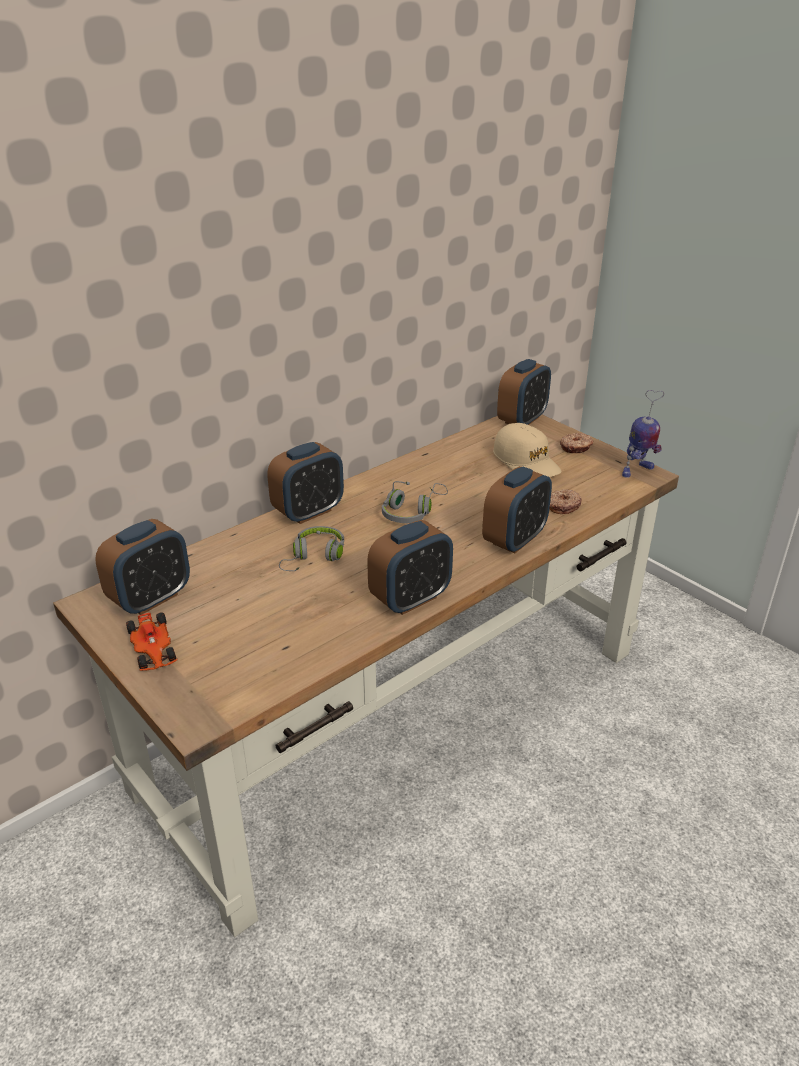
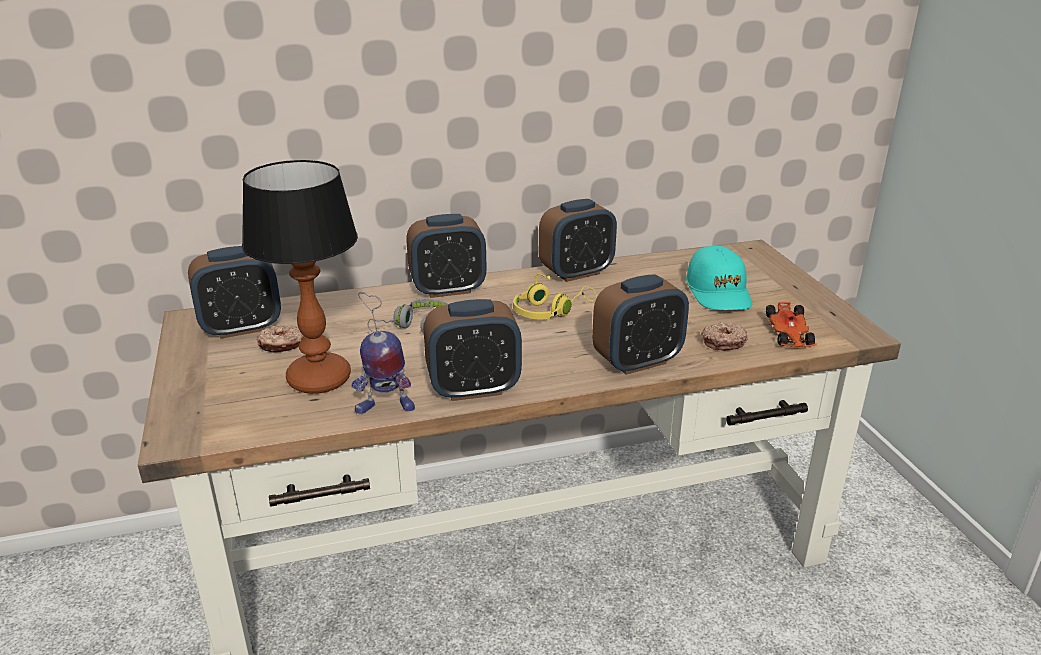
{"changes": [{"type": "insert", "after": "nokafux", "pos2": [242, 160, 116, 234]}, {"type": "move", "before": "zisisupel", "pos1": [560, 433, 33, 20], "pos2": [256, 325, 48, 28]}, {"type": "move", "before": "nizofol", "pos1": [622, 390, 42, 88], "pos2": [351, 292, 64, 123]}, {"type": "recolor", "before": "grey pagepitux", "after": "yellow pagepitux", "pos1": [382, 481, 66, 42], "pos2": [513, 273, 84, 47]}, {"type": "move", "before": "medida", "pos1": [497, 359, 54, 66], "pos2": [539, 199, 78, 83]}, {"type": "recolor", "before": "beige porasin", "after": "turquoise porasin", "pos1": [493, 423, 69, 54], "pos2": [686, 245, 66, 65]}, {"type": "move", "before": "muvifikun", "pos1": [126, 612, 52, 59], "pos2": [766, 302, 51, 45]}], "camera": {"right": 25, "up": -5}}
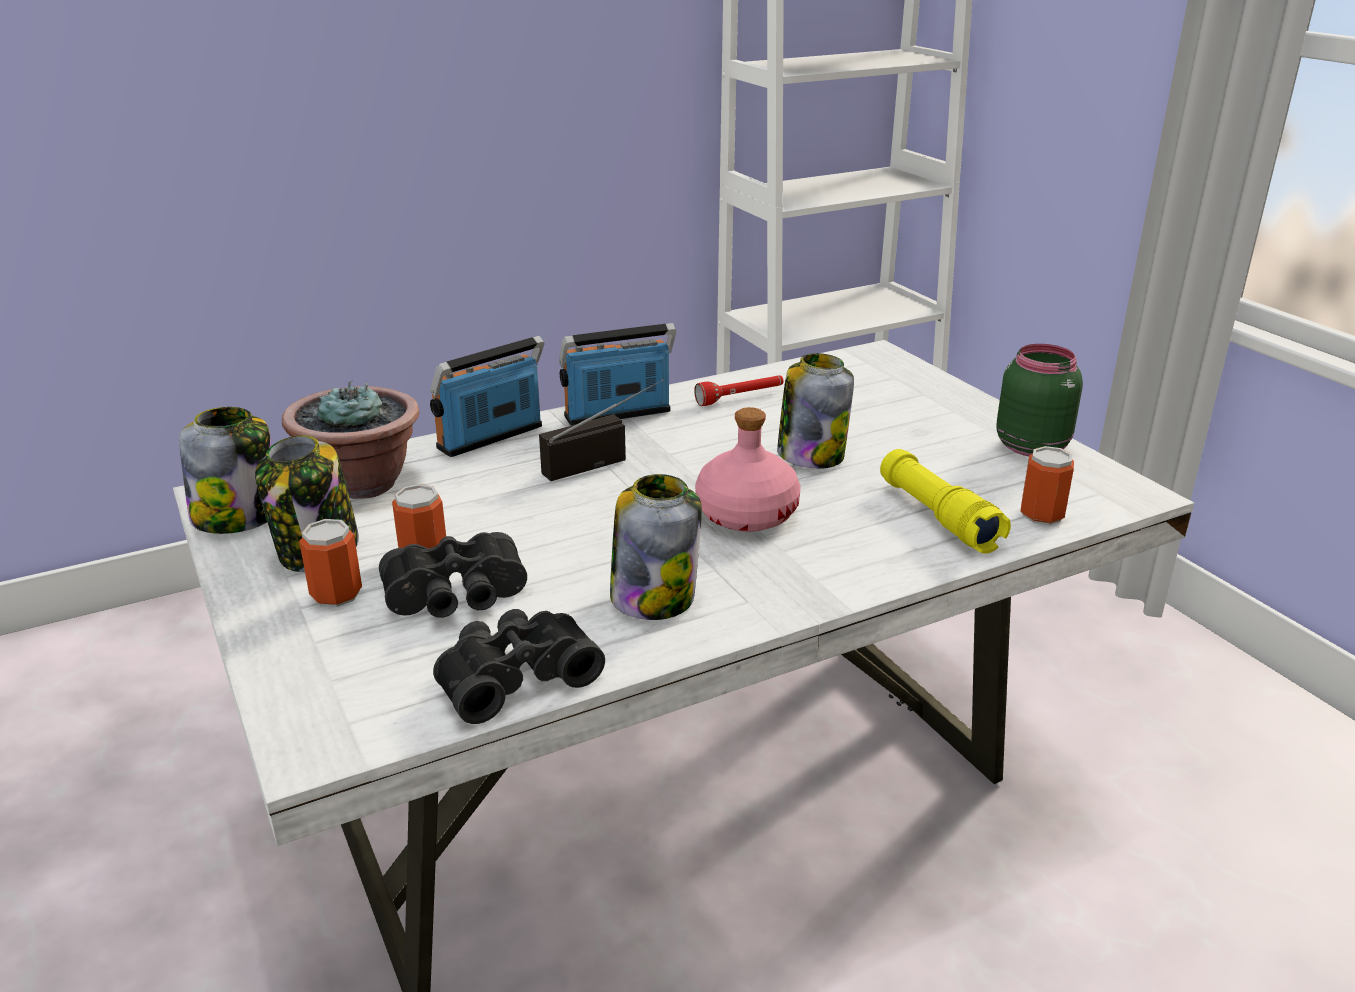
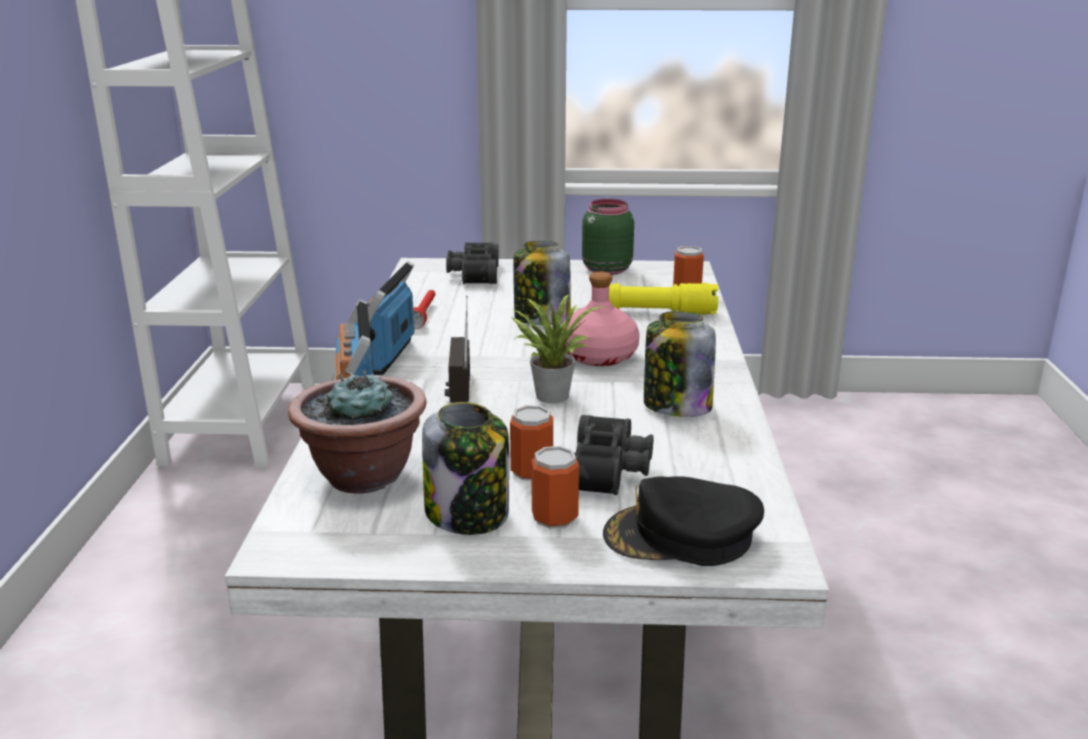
{"changes": [{"type": "move", "before": "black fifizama", "pos1": [433, 609, 172, 115], "pos2": [446, 242, 52, 42]}, {"type": "insert", "after": "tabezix", "pos2": [512, 294, 91, 109]}, {"type": "insert", "after": "black porasin", "pos2": [603, 476, 161, 90]}, {"type": "delete", "before": "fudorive", "pos1": [179, 407, 92, 127]}], "camera": {"right": -60, "up": -5}}
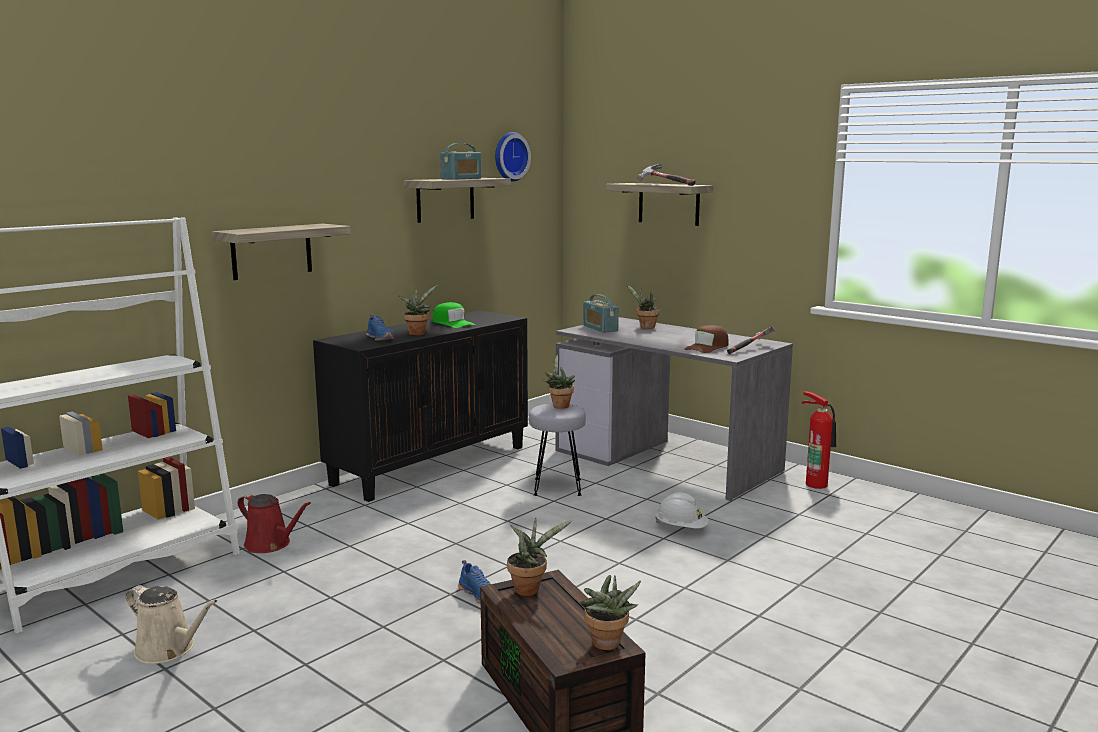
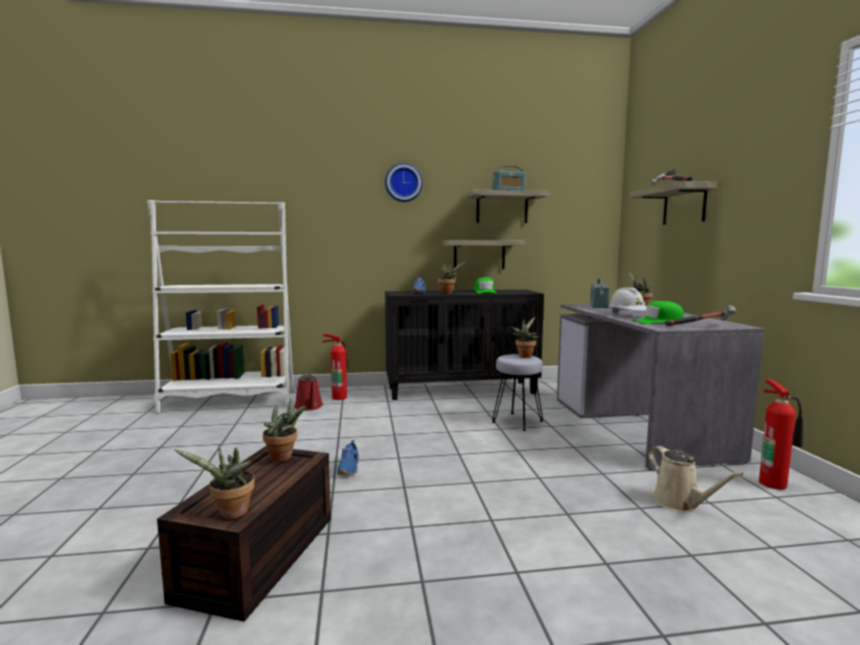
{"changes": [{"type": "insert", "after": "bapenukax", "pos2": [322, 334, 27, 66]}, {"type": "move", "before": "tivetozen", "pos1": [495, 132, 36, 50], "pos2": [385, 163, 38, 39]}, {"type": "move", "before": "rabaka", "pos1": [212, 224, 139, 56], "pos2": [443, 240, 81, 29]}, {"type": "move", "before": "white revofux", "pos1": [655, 492, 54, 36], "pos2": [609, 287, 38, 26]}, {"type": "recolor", "before": "brown porasin", "after": "green porasin", "pos1": [685, 325, 43, 28], "pos2": [632, 301, 52, 23]}, {"type": "move", "before": "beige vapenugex", "pos1": [126, 585, 92, 79], "pos2": [648, 446, 96, 66]}], "camera": {"right": 40, "up": -5}}
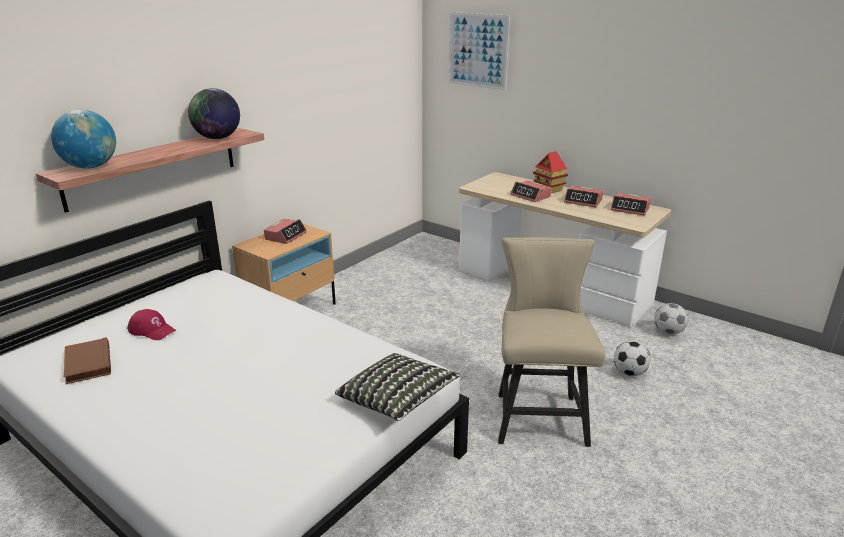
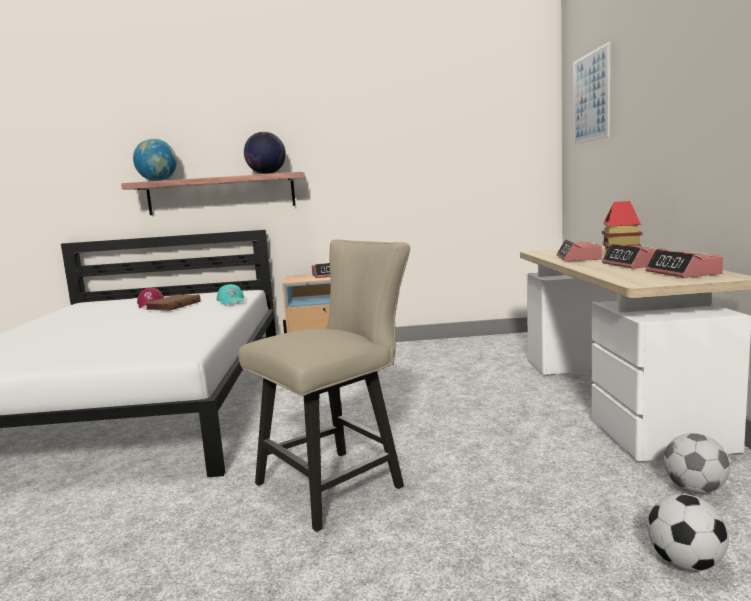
{"changes": [{"type": "move", "before": "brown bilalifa", "pos1": [64, 337, 47, 47], "pos2": [145, 295, 56, 16]}, {"type": "insert", "after": "turquoise porasin", "pos2": [217, 284, 27, 21]}, {"type": "move", "before": "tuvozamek", "pos1": [614, 341, 37, 35], "pos2": [647, 494, 82, 77]}, {"type": "delete", "before": "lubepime", "pos1": [335, 353, 125, 68]}], "camera": {"right": 50, "up": -15}}
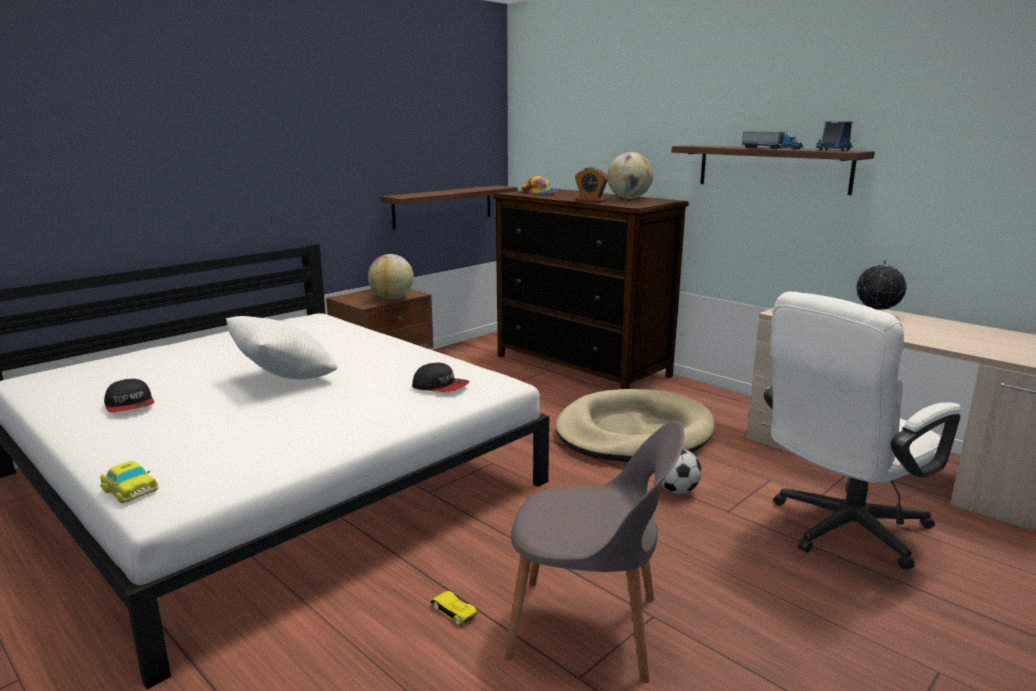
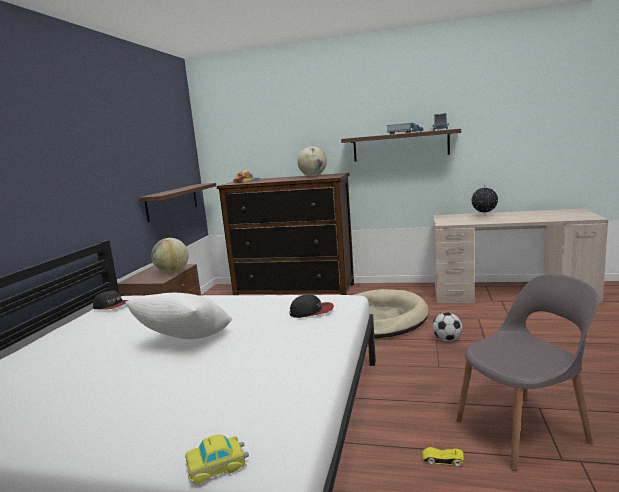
{"changes": [{"type": "move", "before": "porasin", "pos1": [104, 379, 50, 33], "pos2": [93, 291, 36, 19]}, {"type": "rotate", "before": "muvifikun", "pos1": [100, 461, 58, 42], "pos2": [185, 434, 64, 51], "turn": 150}, {"type": "delete", "before": "medida", "pos1": [575, 167, 33, 36]}, {"type": "delete", "before": "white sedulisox", "pos1": [764, 292, 197, 277]}], "camera": {"right": -30, "up": -5}}
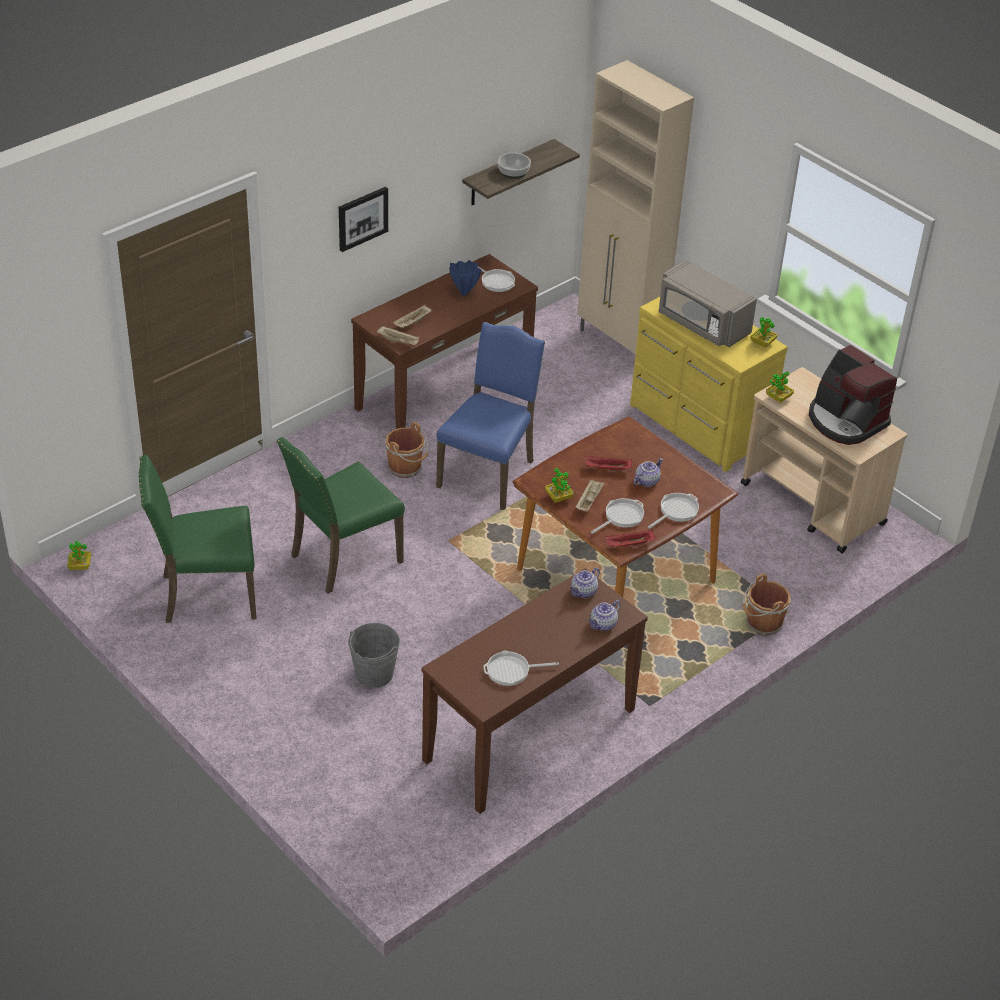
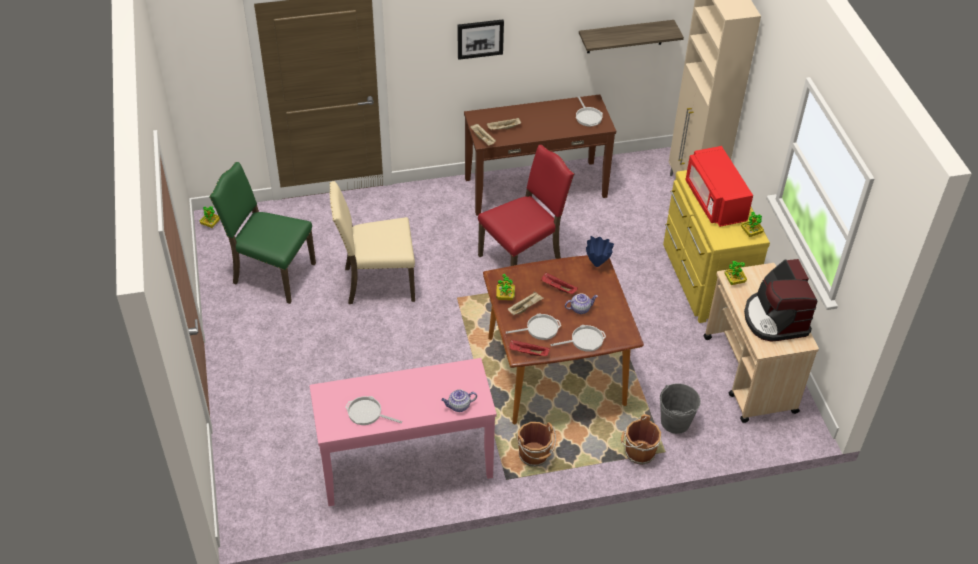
{"changes": [{"type": "recolor", "before": "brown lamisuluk", "after": "pink lamisuluk", "pos1": [421, 568, 227, 246], "pos2": [309, 358, 188, 148]}, {"type": "recolor", "before": "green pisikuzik", "after": "beige pisikuzik", "pos1": [276, 437, 129, 156], "pos2": [330, 181, 85, 123]}, {"type": "recolor", "before": "blue pisikuzik", "after": "red pisikuzik", "pos1": [436, 322, 109, 188], "pos2": [478, 145, 96, 121]}, {"type": "move", "before": "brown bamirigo", "pos1": [385, 422, 44, 56], "pos2": [517, 422, 39, 45]}, {"type": "move", "before": "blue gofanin", "pos1": [449, 260, 32, 36], "pos2": [586, 236, 28, 31]}, {"type": "move", "before": "grey bamirigo", "pos1": [348, 623, 52, 65], "pos2": [660, 383, 41, 51]}, {"type": "recolor", "before": "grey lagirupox", "after": "red lagirupox", "pos1": [659, 260, 98, 87], "pos2": [686, 146, 67, 81]}, {"type": "delete", "before": "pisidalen", "pos1": [497, 153, 34, 26]}, {"type": "delete", "before": "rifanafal", "pos1": [570, 567, 30, 31]}], "camera": {"right": 30, "up": 5}}
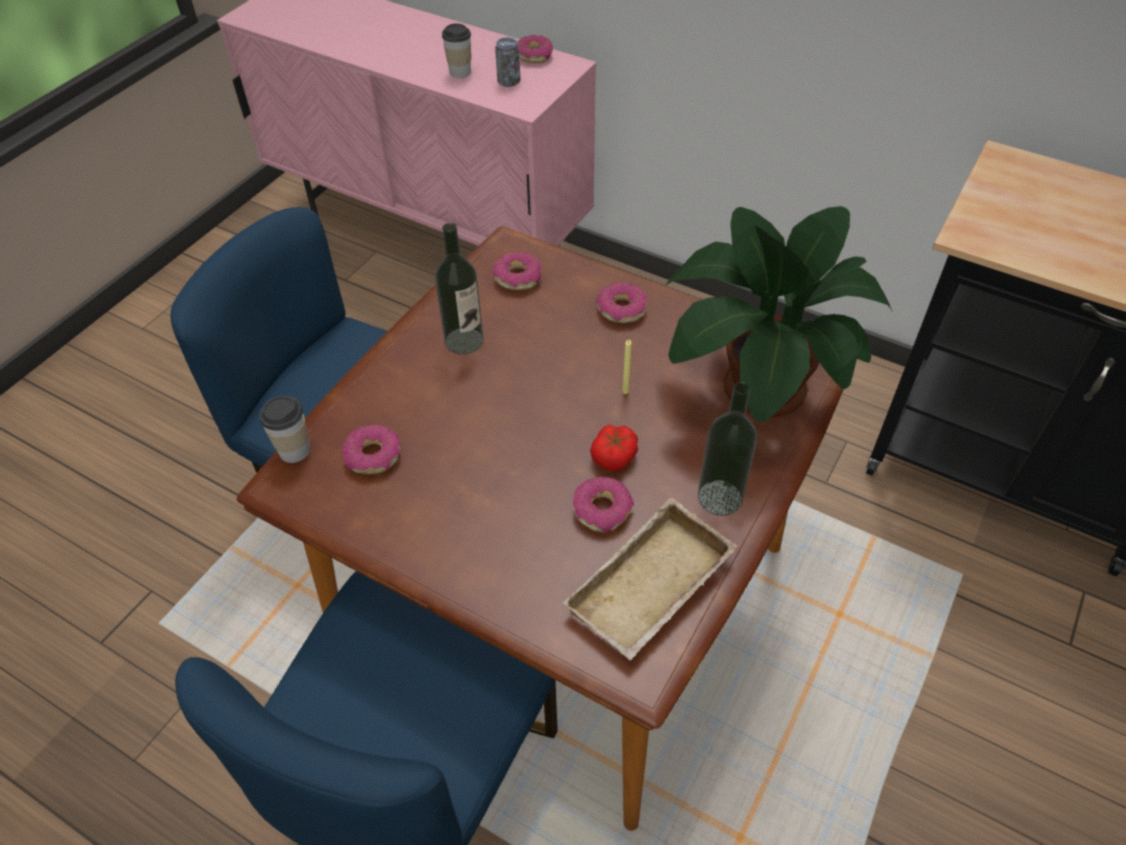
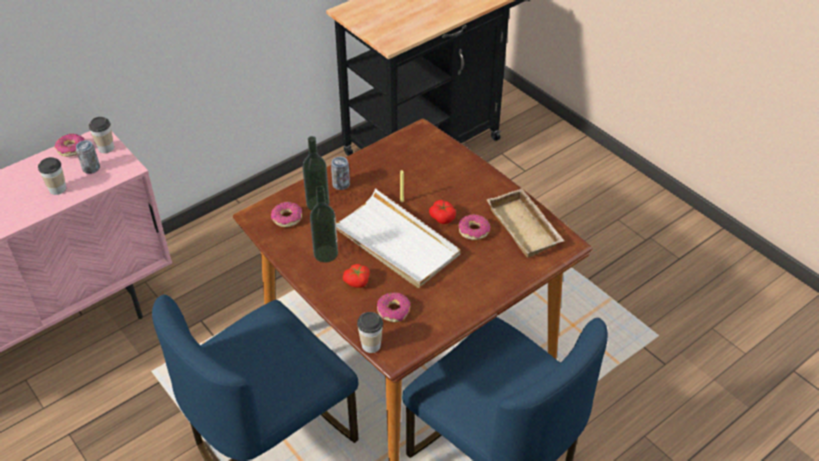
{"changes": [{"type": "insert", "after": "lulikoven", "pos2": [89, 117, 25, 36]}, {"type": "move", "before": "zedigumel", "pos1": [698, 382, 59, 134], "pos2": [302, 136, 27, 74]}, {"type": "replace", "before": "zisisupel", "after": "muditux", "pos1": [596, 282, 51, 41], "pos2": [331, 157, 19, 33]}, {"type": "insert", "after": "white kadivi", "pos2": [336, 188, 125, 100]}, {"type": "insert", "after": "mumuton", "pos2": [343, 264, 26, 24]}, {"type": "delete", "before": "tabezix", "pos1": [664, 206, 228, 216]}], "camera": {"right": -70, "up": -5}}
